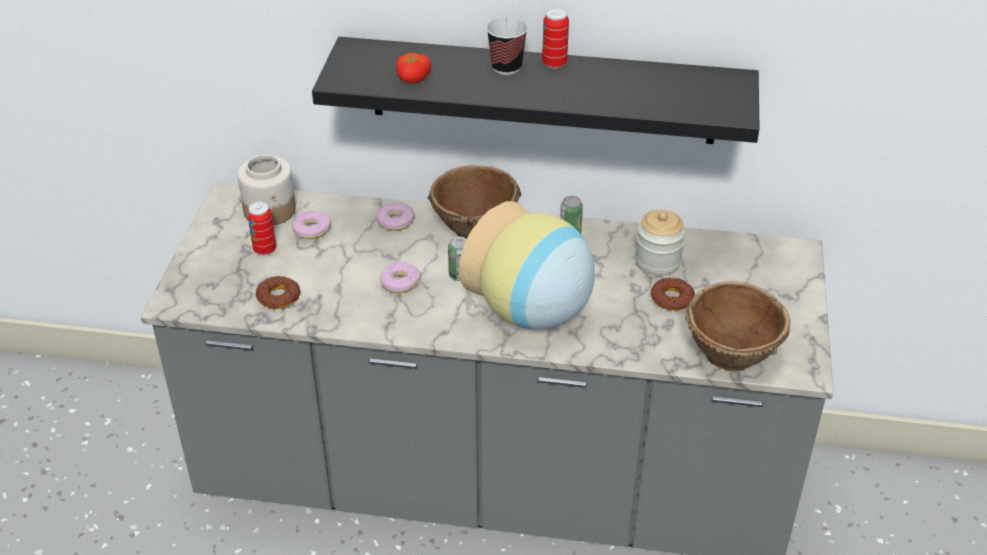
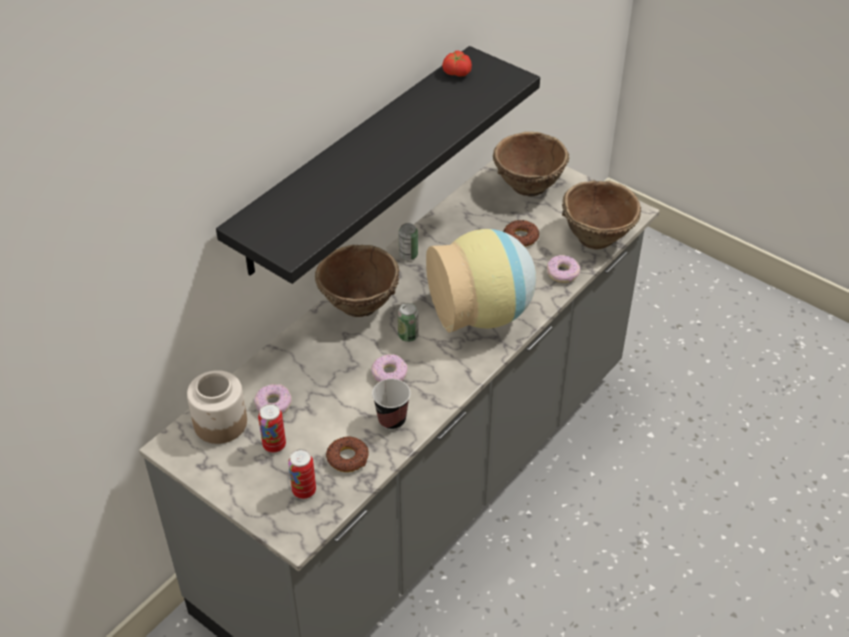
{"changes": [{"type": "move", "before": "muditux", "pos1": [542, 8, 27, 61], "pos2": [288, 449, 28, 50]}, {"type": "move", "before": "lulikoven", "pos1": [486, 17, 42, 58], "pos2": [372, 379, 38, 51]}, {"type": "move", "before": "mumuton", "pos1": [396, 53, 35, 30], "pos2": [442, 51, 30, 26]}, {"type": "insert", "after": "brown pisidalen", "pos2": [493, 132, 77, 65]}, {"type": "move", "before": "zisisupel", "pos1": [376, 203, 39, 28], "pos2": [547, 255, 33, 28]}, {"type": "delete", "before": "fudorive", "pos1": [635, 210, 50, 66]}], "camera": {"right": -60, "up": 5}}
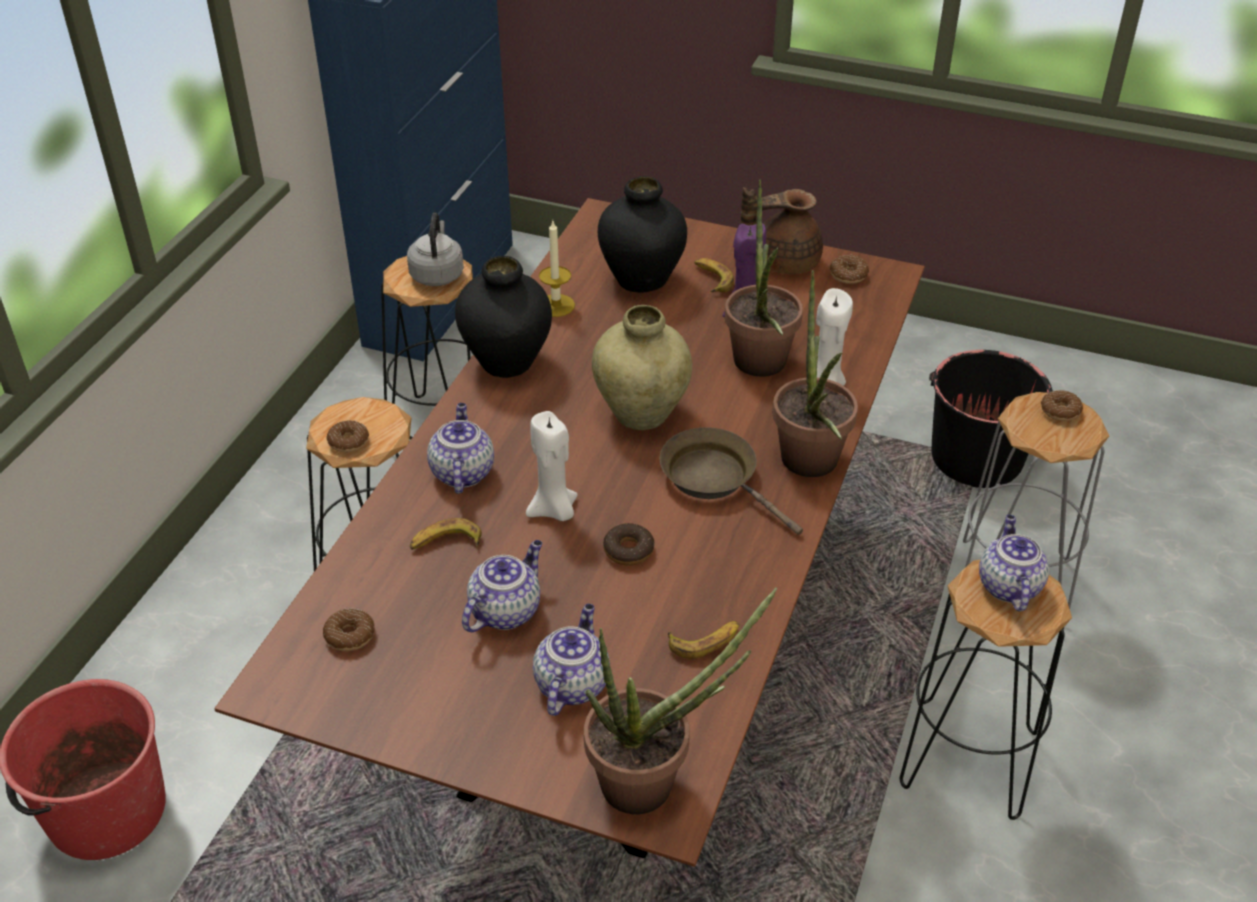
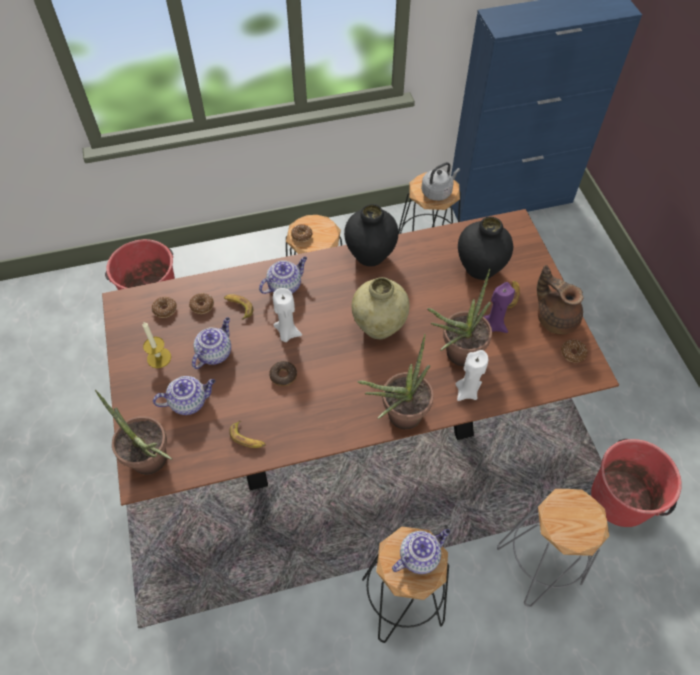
{"changes": [{"type": "move", "before": "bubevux", "pos1": [539, 221, 36, 96], "pos2": [142, 321, 29, 47]}, {"type": "move", "before": "zisisupel", "pos1": [1041, 390, 42, 31], "pos2": [189, 293, 25, 21]}, {"type": "rotate", "before": "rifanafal", "pos1": [462, 540, 80, 92], "pos2": [192, 317, 39, 52], "turn": -60}, {"type": "recolor", "before": "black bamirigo", "after": "red bamirigo", "pos1": [929, 350, 124, 138], "pos2": [591, 439, 91, 88]}, {"type": "delete", "before": "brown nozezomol", "pos1": [659, 427, 144, 108]}], "camera": {"right": 55, "up": 15}}
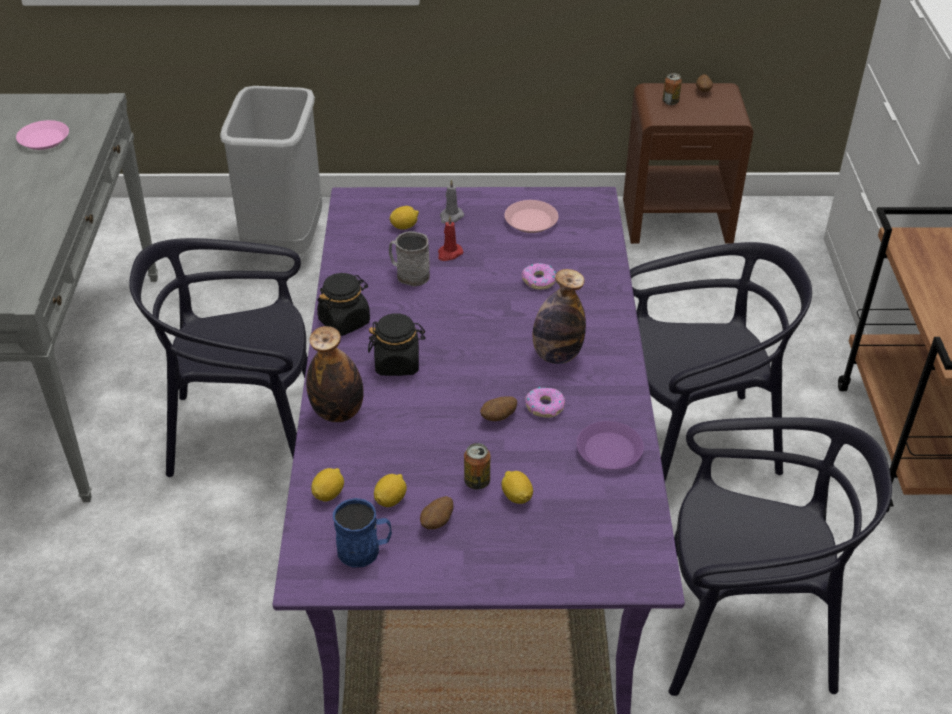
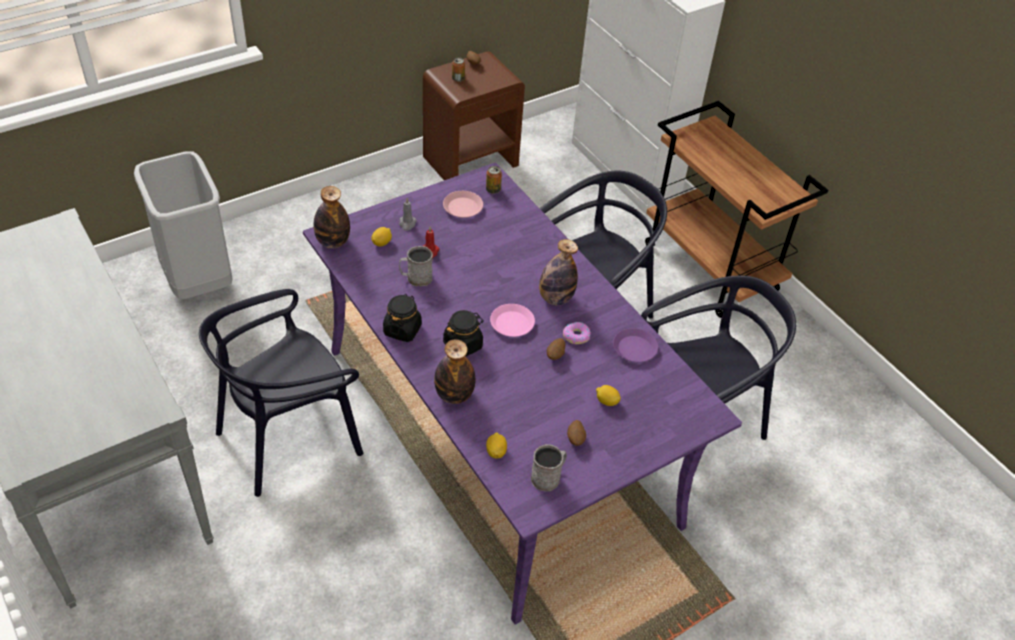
{"changes": [{"type": "insert", "after": "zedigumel", "pos2": [313, 186, 37, 63]}, {"type": "move", "before": "muditux", "pos1": [464, 443, 26, 47], "pos2": [486, 166, 16, 28]}, {"type": "move", "before": "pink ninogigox", "pos1": [16, 120, 53, 30], "pos2": [490, 304, 45, 33]}, {"type": "recolor", "before": "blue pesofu", "after": "grey pesofu", "pos1": [333, 498, 59, 70], "pos2": [531, 444, 36, 47]}, {"type": "delete", "before": "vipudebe", "pos1": [374, 474, 33, 33]}, {"type": "delete", "before": "zisisupel", "pos1": [522, 263, 34, 27]}], "camera": {"right": -35, "up": 5}}
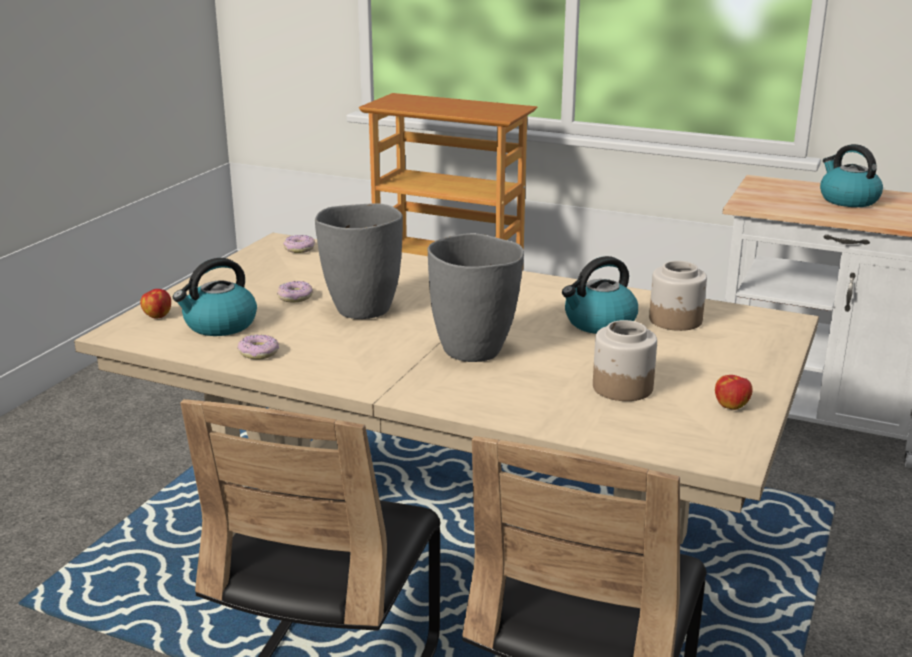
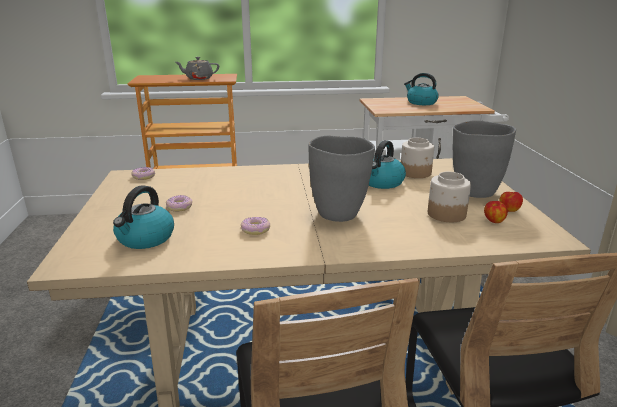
{"changes": [{"type": "insert", "after": "grey rifanafal", "pos2": [175, 57, 44, 23]}, {"type": "move", "before": "zisisupel", "pos1": [237, 335, 42, 24], "pos2": [241, 217, 29, 18]}, {"type": "move", "before": "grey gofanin", "pos1": [315, 203, 88, 116], "pos2": [453, 120, 63, 78]}, {"type": "move", "before": "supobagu", "pos1": [140, 289, 31, 30], "pos2": [484, 201, 24, 22]}], "camera": {"right": -30, "up": 0}}
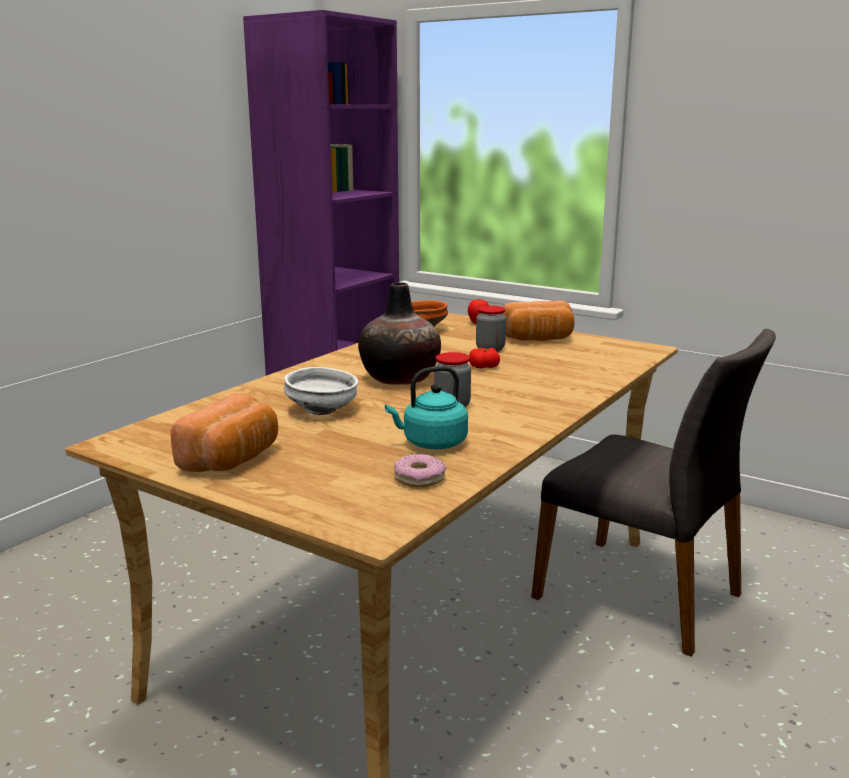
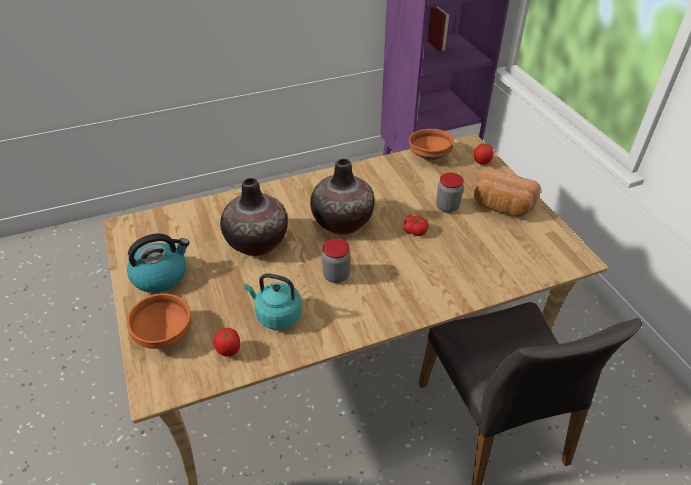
{"changes": [{"type": "replace", "before": "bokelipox", "after": "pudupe", "pos1": [171, 393, 107, 79], "pos2": [127, 233, 63, 60]}, {"type": "insert", "after": "orange pisidalen", "pos2": [127, 293, 64, 56]}, {"type": "replace", "before": "zisisupel", "after": "mumuton", "pos1": [394, 454, 52, 33], "pos2": [214, 328, 26, 29]}, {"type": "replace", "before": "white pisidalen", "after": "gofanin", "pos1": [284, 367, 75, 48], "pos2": [220, 178, 68, 78]}], "camera": {"right": 35, "up": 25}}
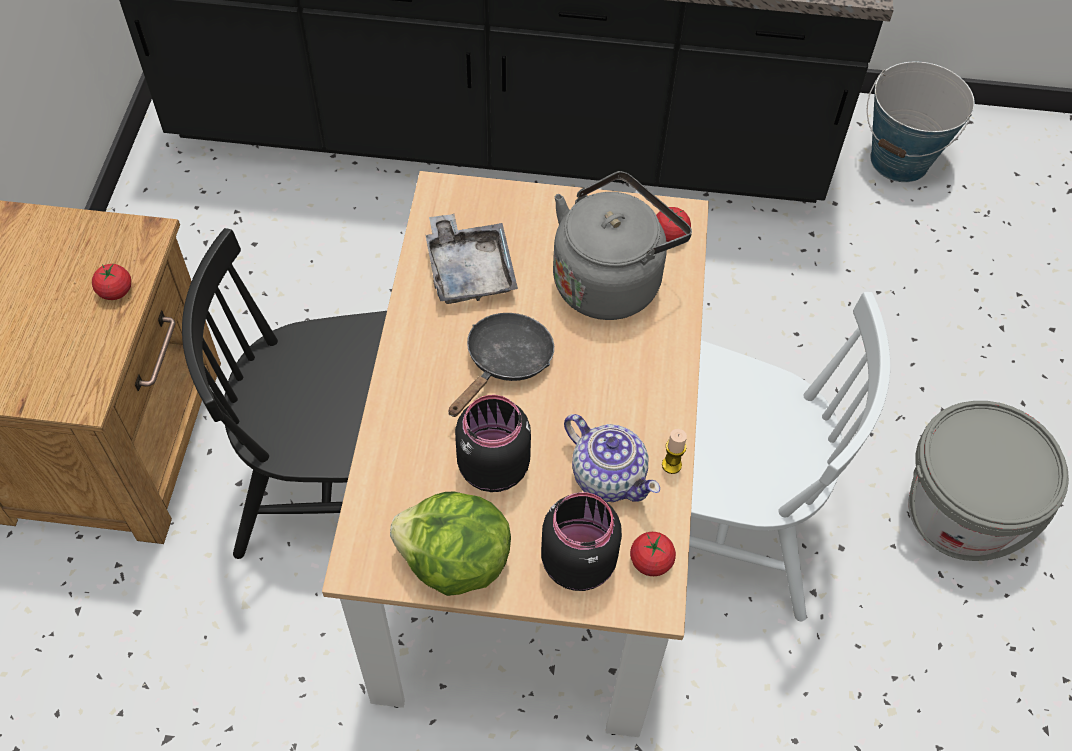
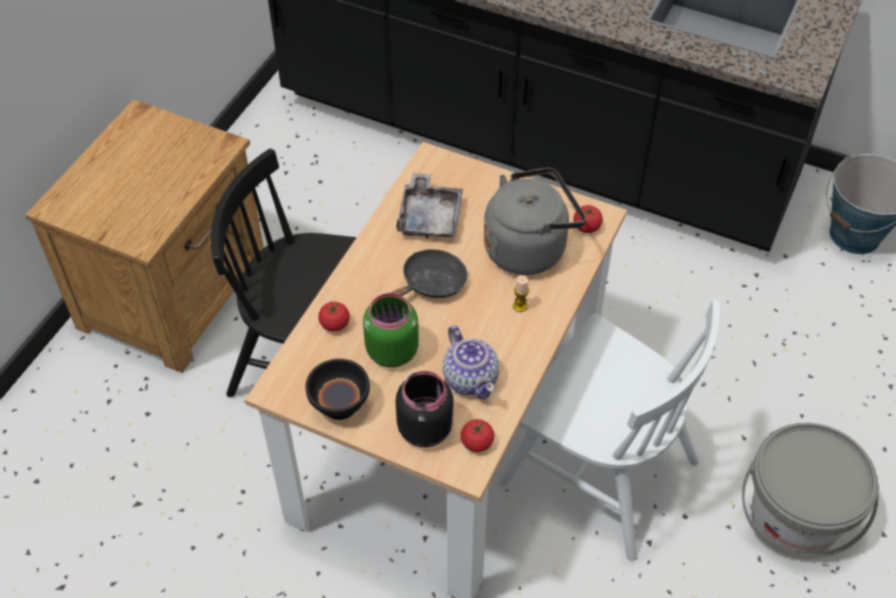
{"changes": [{"type": "replace", "before": "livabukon", "after": "black pisidalen", "pos1": [390, 492, 121, 104], "pos2": [306, 359, 64, 61]}, {"type": "move", "before": "mumuton", "pos1": [92, 264, 39, 36], "pos2": [318, 302, 32, 30]}, {"type": "recolor", "before": "black fudorive", "after": "green fudorive", "pos1": [455, 395, 76, 97], "pos2": [363, 293, 56, 75]}, {"type": "move", "before": "bubevux", "pos1": [662, 429, 25, 45], "pos2": [513, 276, 16, 36]}], "camera": {"right": 20, "up": -5}}
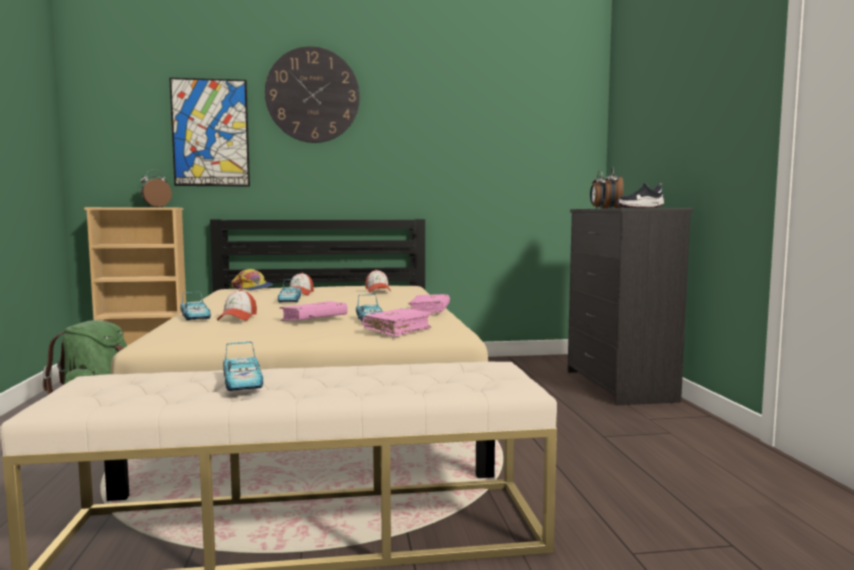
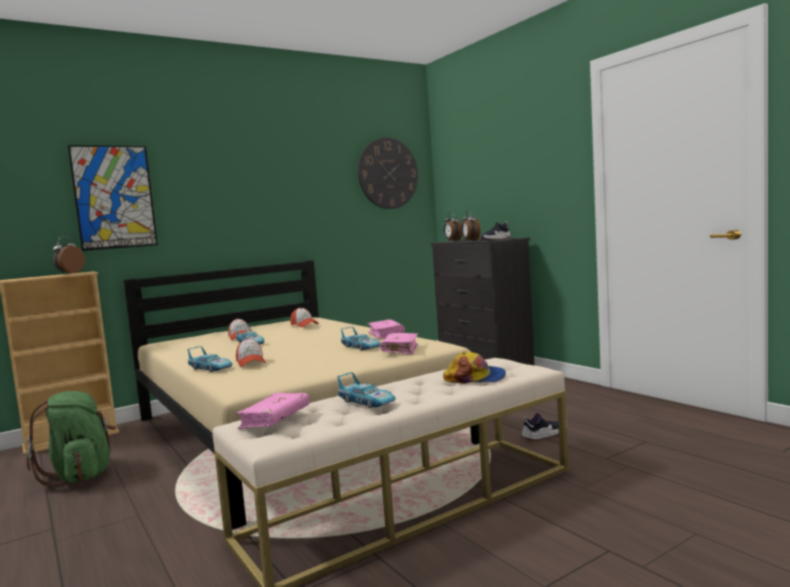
{"changes": [{"type": "move", "before": "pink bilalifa", "pos1": [280, 301, 68, 20], "pos2": [235, 393, 75, 36]}, {"type": "move", "before": "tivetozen", "pos1": [265, 46, 95, 97], "pos2": [358, 138, 60, 71]}, {"type": "move", "before": "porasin", "pos1": [231, 269, 43, 21], "pos2": [443, 351, 63, 33]}, {"type": "insert", "after": "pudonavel", "pos2": [522, 413, 37, 28]}], "camera": {"right": -25, "up": 0}}
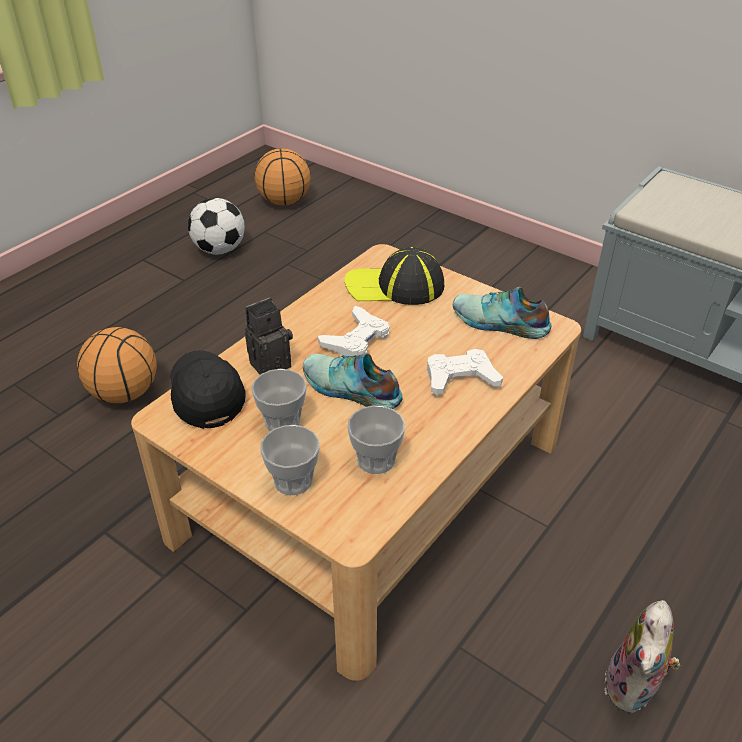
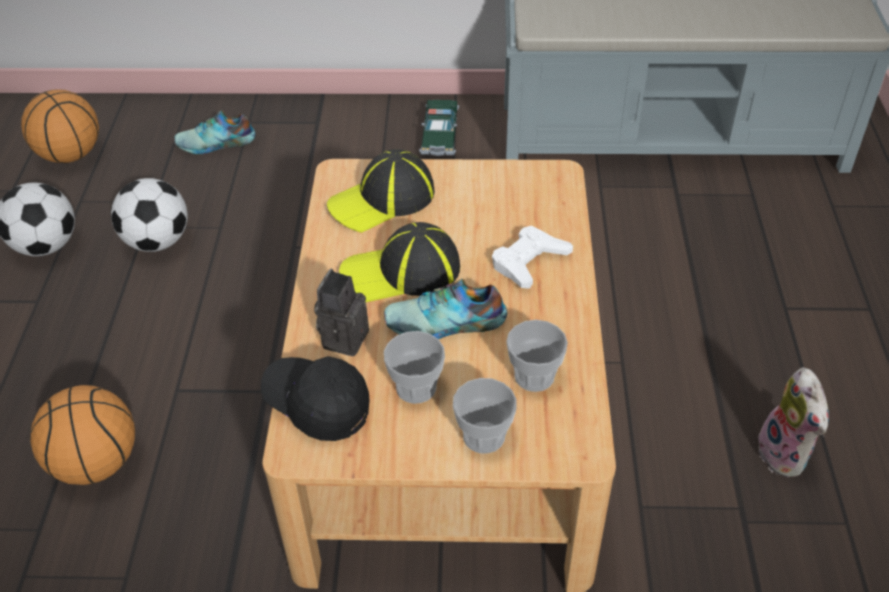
{"changes": [{"type": "insert", "after": "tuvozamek", "pos2": [111, 178, 77, 74]}, {"type": "move", "before": "pudonavel", "pos1": [453, 287, 99, 52], "pos2": [174, 111, 82, 43]}, {"type": "replace", "before": "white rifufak", "after": "porasin", "pos1": [318, 306, 72, 52], "pos2": [339, 222, 121, 80]}, {"type": "insert", "after": "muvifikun", "pos2": [419, 100, 40, 56]}], "camera": {"right": -35, "up": 5}}
